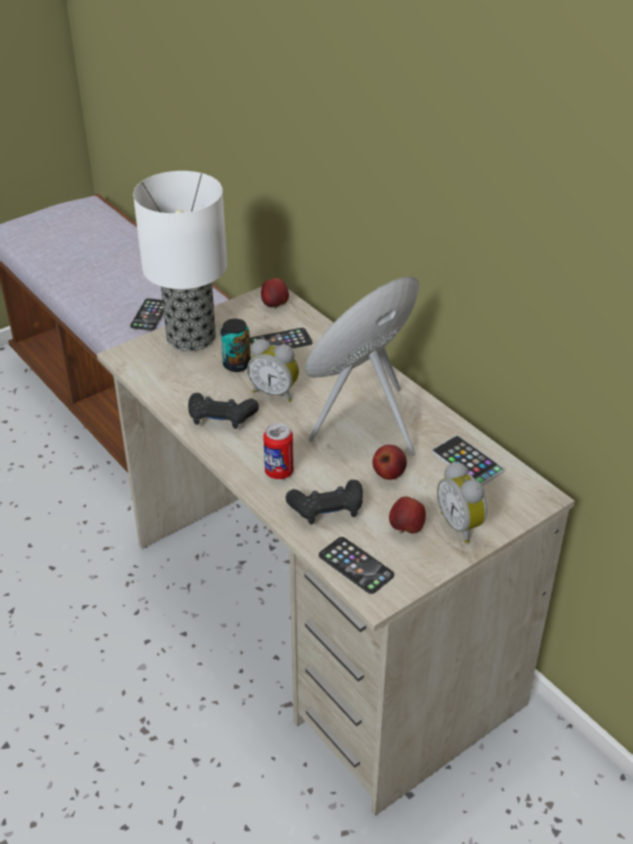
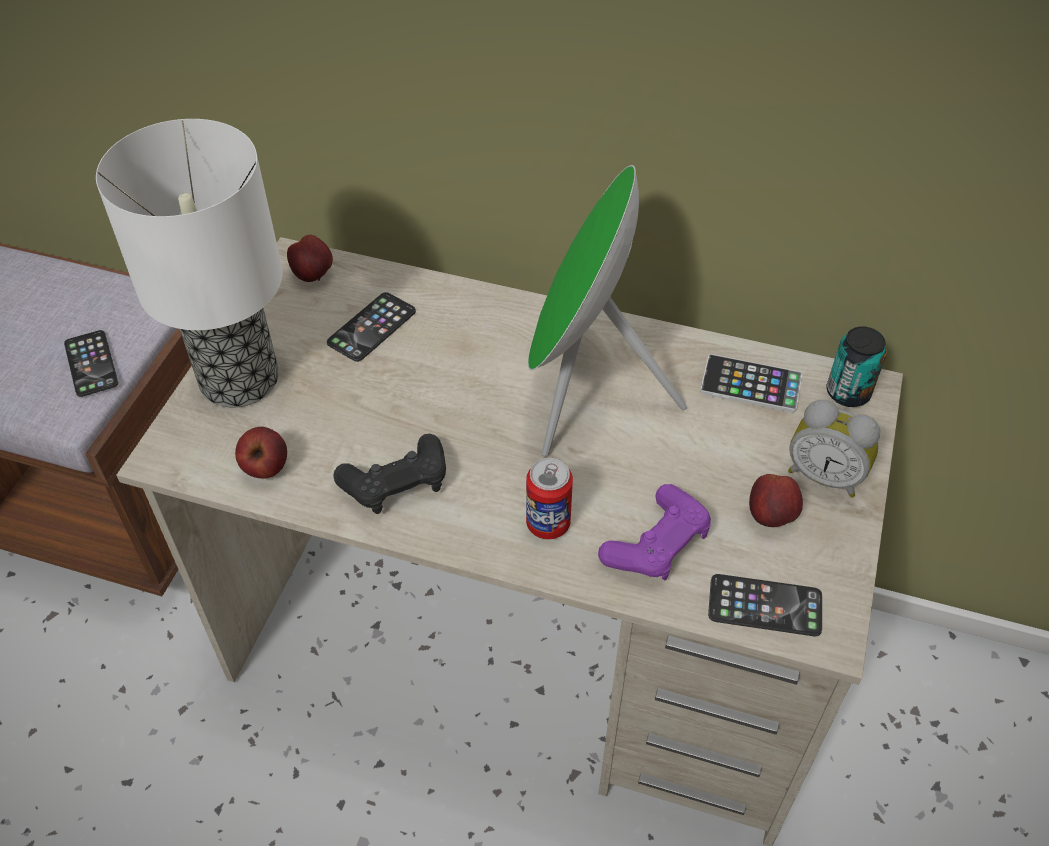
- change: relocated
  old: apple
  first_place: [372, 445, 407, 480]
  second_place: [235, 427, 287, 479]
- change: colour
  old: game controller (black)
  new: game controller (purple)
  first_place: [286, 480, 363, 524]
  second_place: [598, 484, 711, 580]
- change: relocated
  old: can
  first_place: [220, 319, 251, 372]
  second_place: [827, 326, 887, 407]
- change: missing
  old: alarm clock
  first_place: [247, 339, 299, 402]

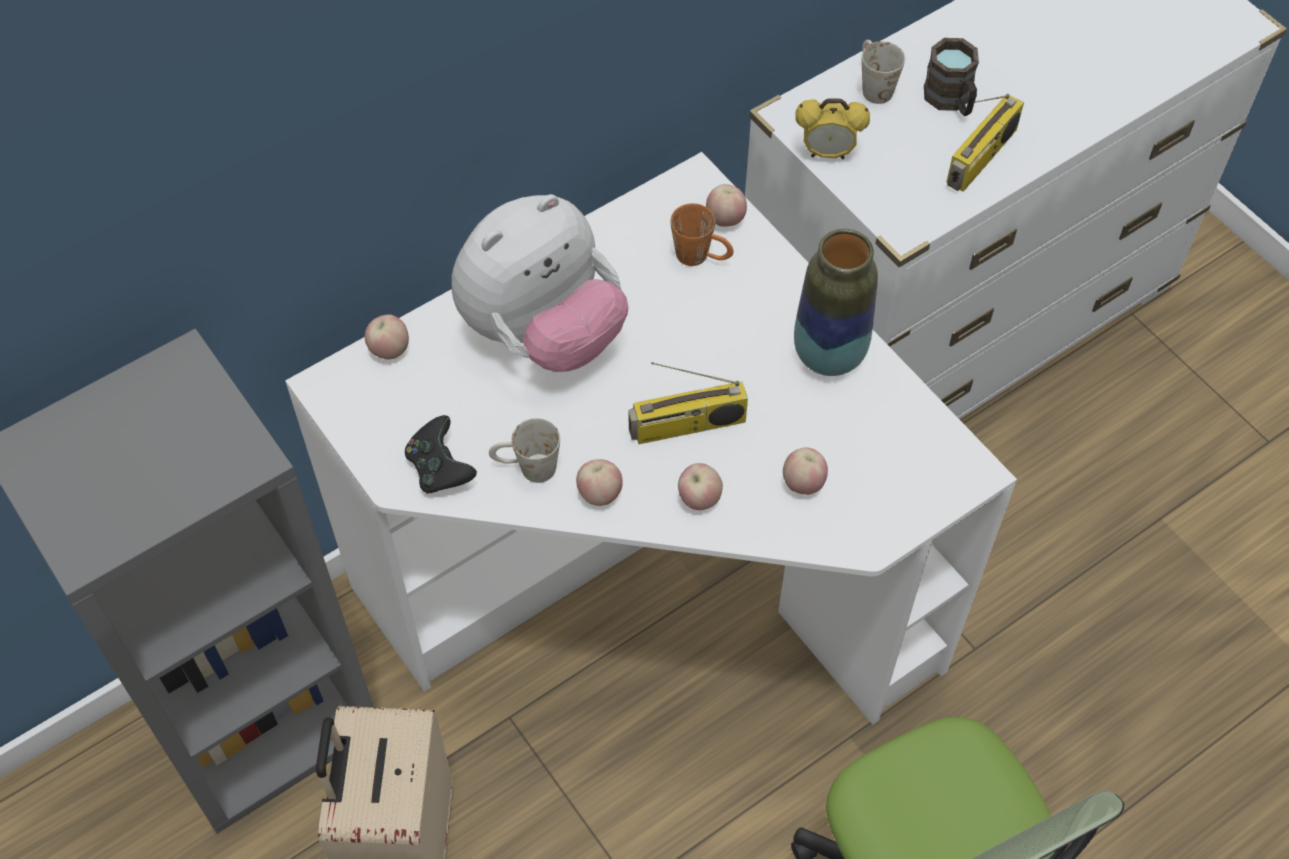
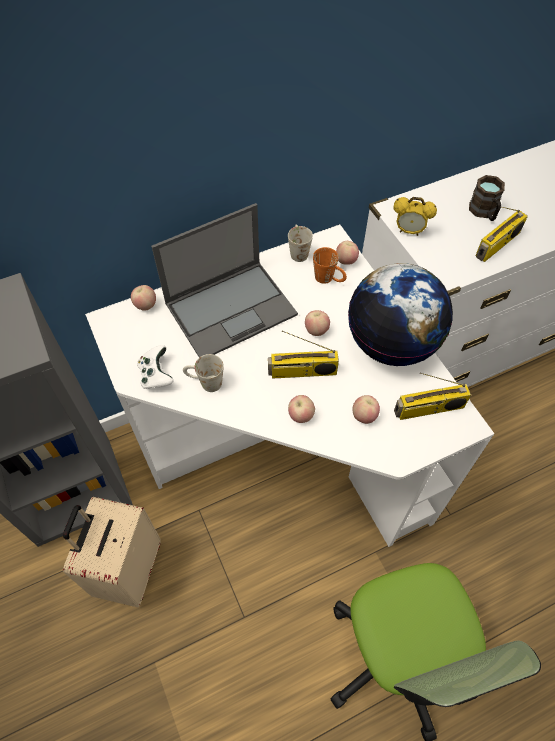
- change: colour
  old: game controller (black)
  new: game controller (white)
  first_place: [405, 415, 477, 494]
  second_place: [137, 345, 174, 389]
- change: exchanged
  old: plush toy
  new: laptop
  first_place: [452, 194, 628, 372]
  second_place: [151, 203, 298, 358]
- change: relocated
  old: mug (white)
  first_place: [862, 40, 905, 104]
  second_place: [288, 225, 313, 262]
- change: relocated
  old: apple
  first_place: [576, 459, 623, 506]
  second_place: [305, 310, 330, 336]
- change: exchanged
  old: vase
  new: globe
  first_place: [794, 229, 878, 376]
  second_place: [348, 263, 453, 366]
- change: appeared
  new: radio
  second_place: [394, 372, 471, 420]

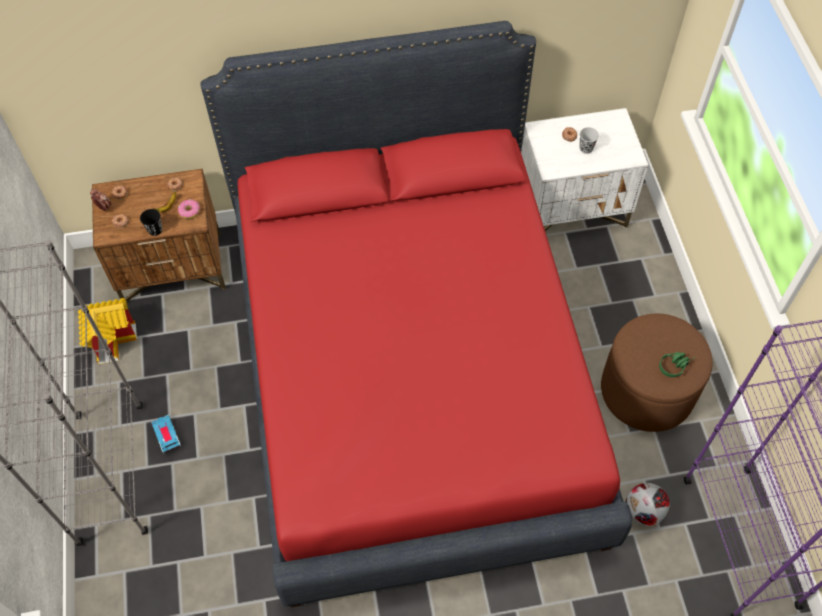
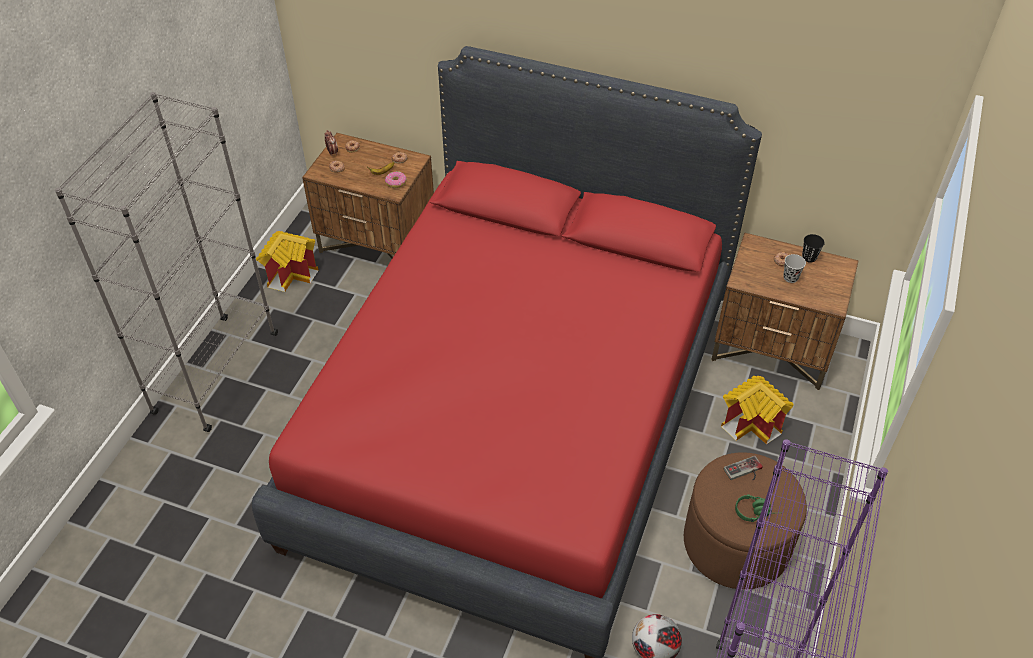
- change: colour
  old: nightstand (white)
  new: nightstand (brown)
  first_place: [521, 108, 648, 231]
  second_place: [711, 233, 859, 390]
- change: appeared
  new: toy house
  second_place: [721, 376, 793, 444]
- change: appeared
  new: game controller
  second_place: [724, 456, 763, 481]
- change: relocated
  old: cup (black)
  first_place: [140, 209, 162, 236]
  second_place: [802, 234, 825, 263]
- change: missing
  old: toy car
  first_place: [151, 414, 181, 454]

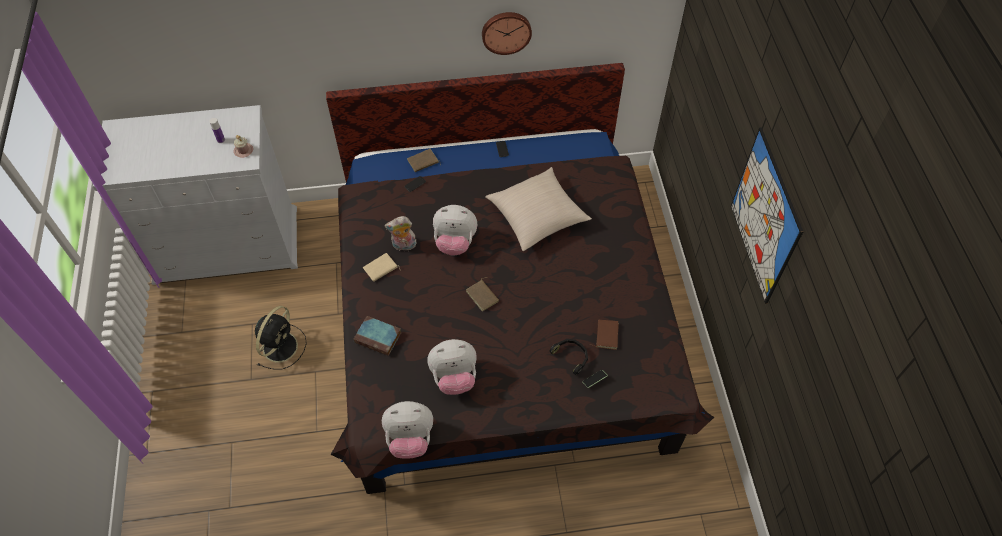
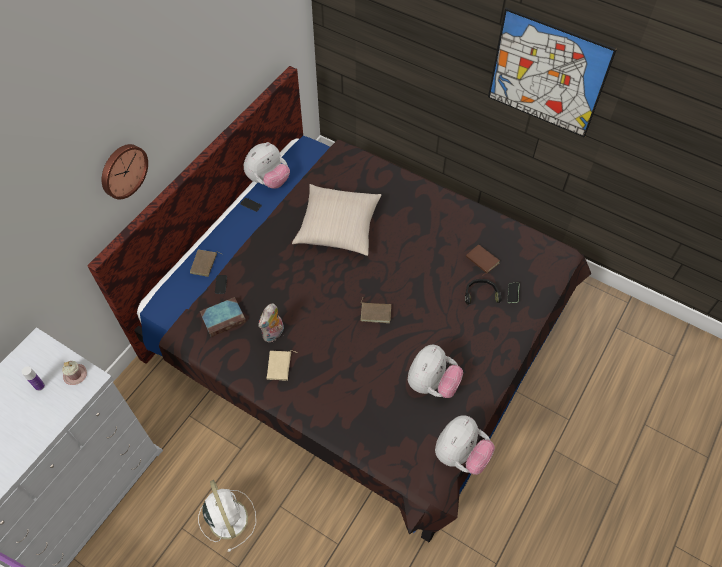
- change: relocated
  old: wall clock
  first_place: [482, 12, 532, 55]
  second_place: [102, 144, 148, 200]
- change: colour
  old: fan (black)
  new: fan (white)
  first_place: [255, 306, 307, 370]
  second_place: [198, 480, 256, 552]
- change: relocated
  old: book
  first_place: [353, 316, 401, 356]
  second_place: [200, 297, 246, 337]
- change: relocated
  old: plush toy
  first_place: [433, 205, 477, 256]
  second_place: [244, 142, 290, 189]

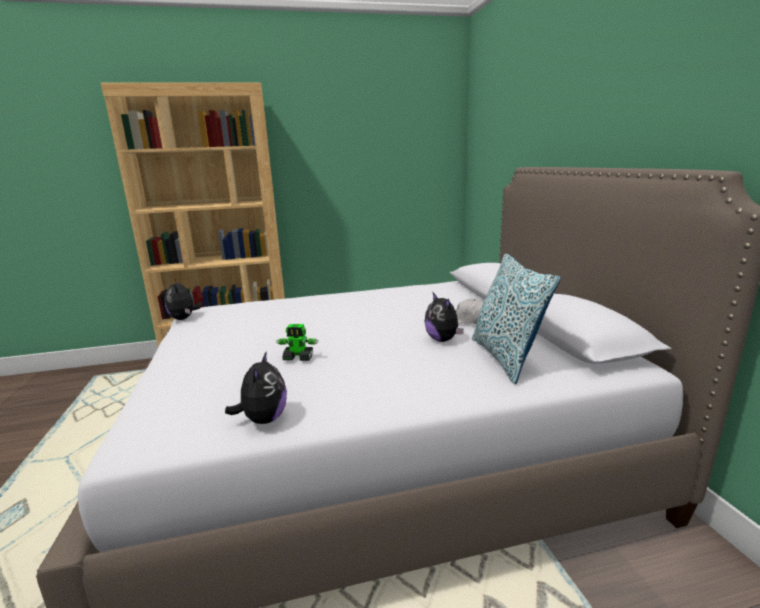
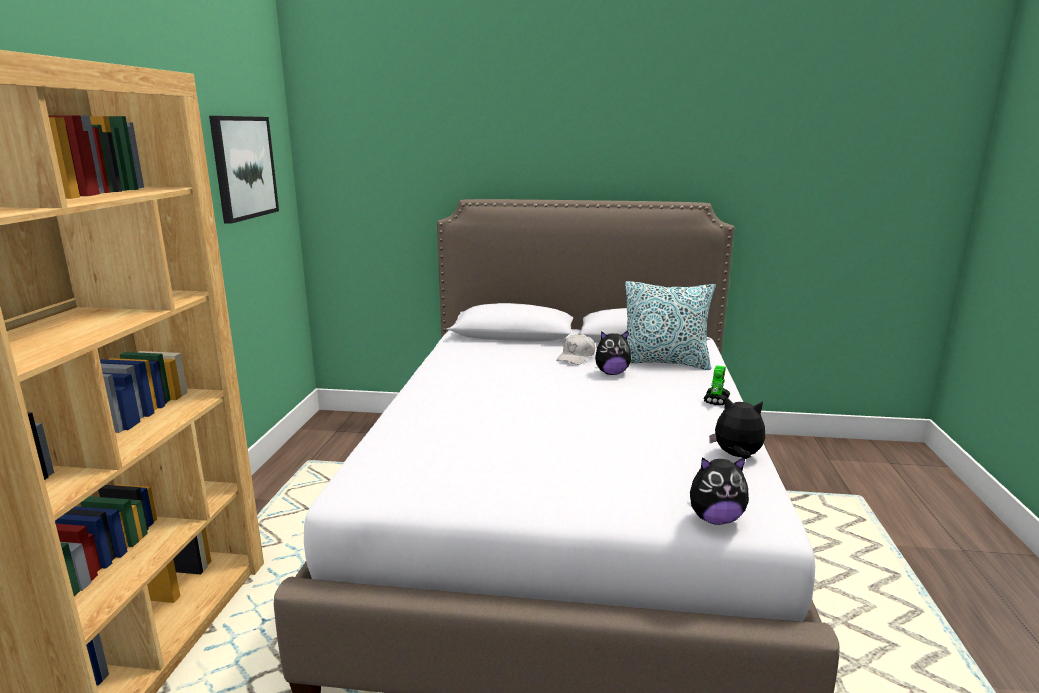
- change: appeared
  new: picture
  second_place: [209, 116, 279, 224]
- change: relocated
  old: plush toy
  first_place: [165, 280, 203, 320]
  second_place: [690, 457, 749, 525]
- change: relocated
  old: toy robot
  first_place: [276, 324, 319, 361]
  second_place: [704, 365, 730, 405]

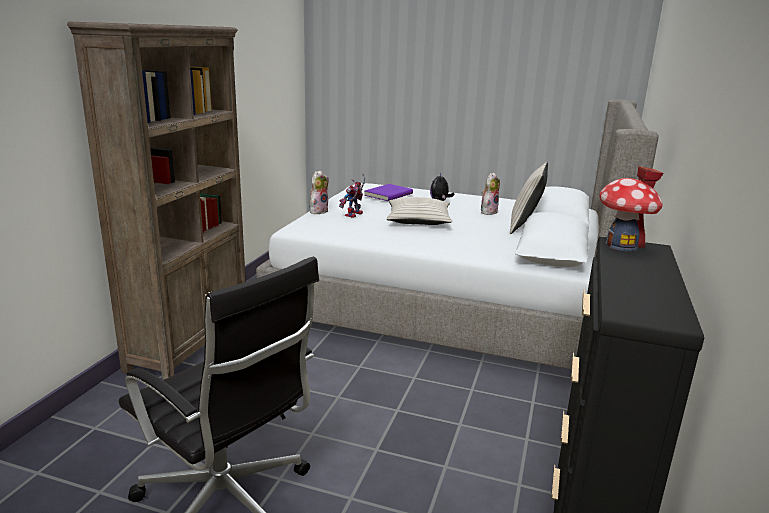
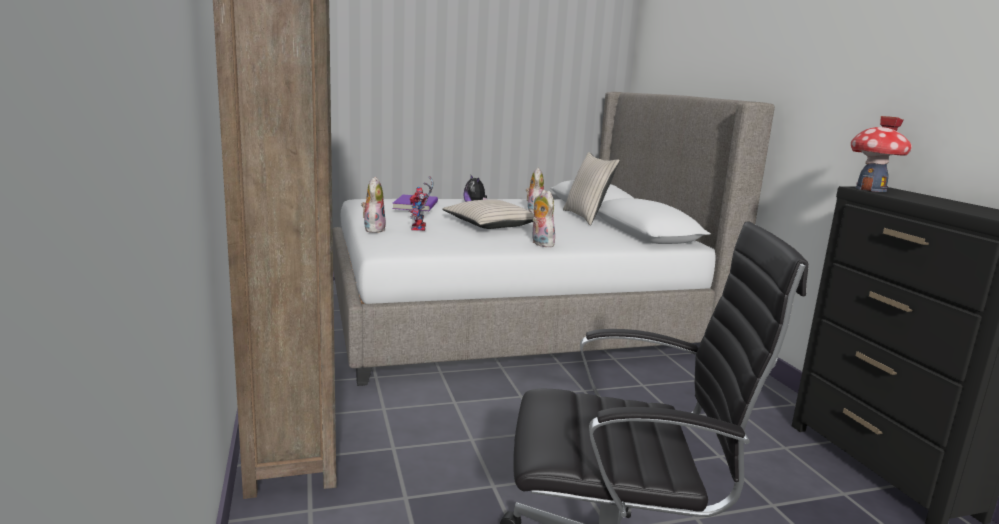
- change: appeared
  new: plush toy
  second_place: [532, 190, 555, 247]

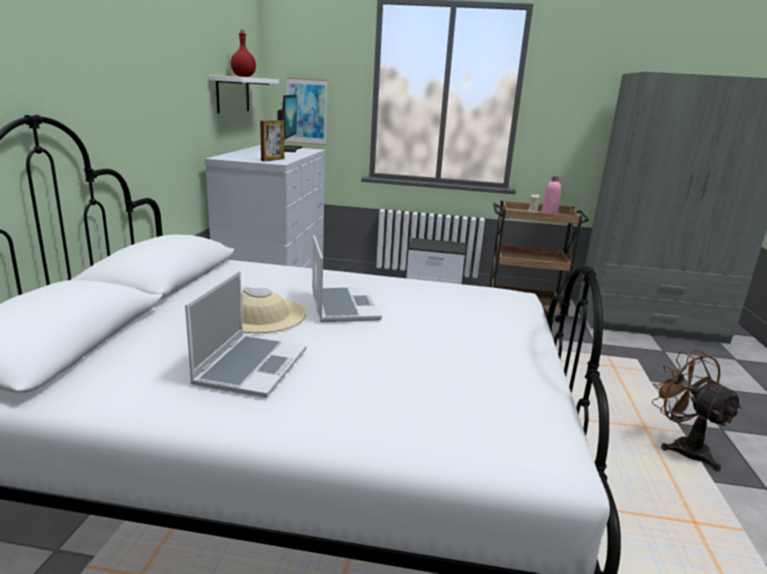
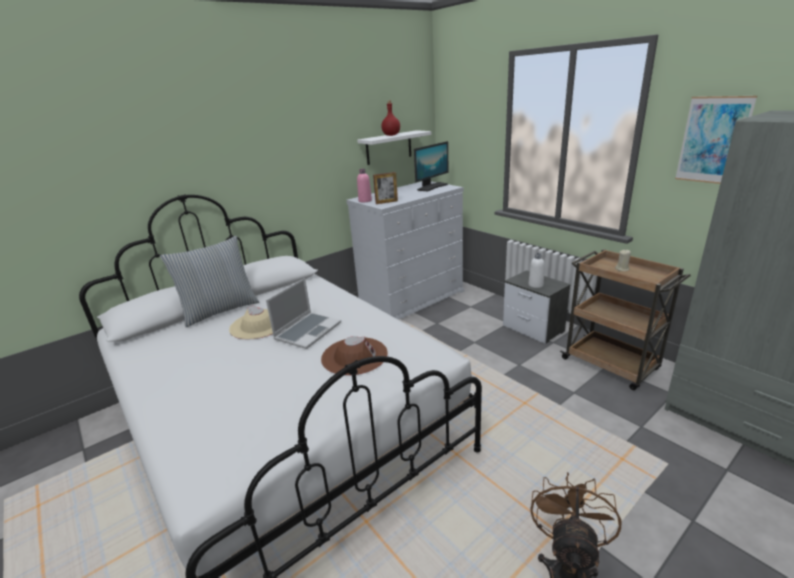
- change: appeared
  new: pillow
  second_place: [160, 236, 259, 327]
- change: appeared
  new: hat (brown)
  second_place: [321, 336, 388, 376]
- change: relocated
  old: bottle (pink)
  first_place: [542, 176, 561, 214]
  second_place: [357, 169, 372, 202]
- change: appeared
  new: bottle (white)
  second_place: [529, 253, 545, 288]
- change: relocated
  old: picture
  first_place: [286, 77, 327, 145]
  second_place: [675, 96, 757, 184]
- change: missing
  old: laptop
  first_place: [185, 271, 307, 398]

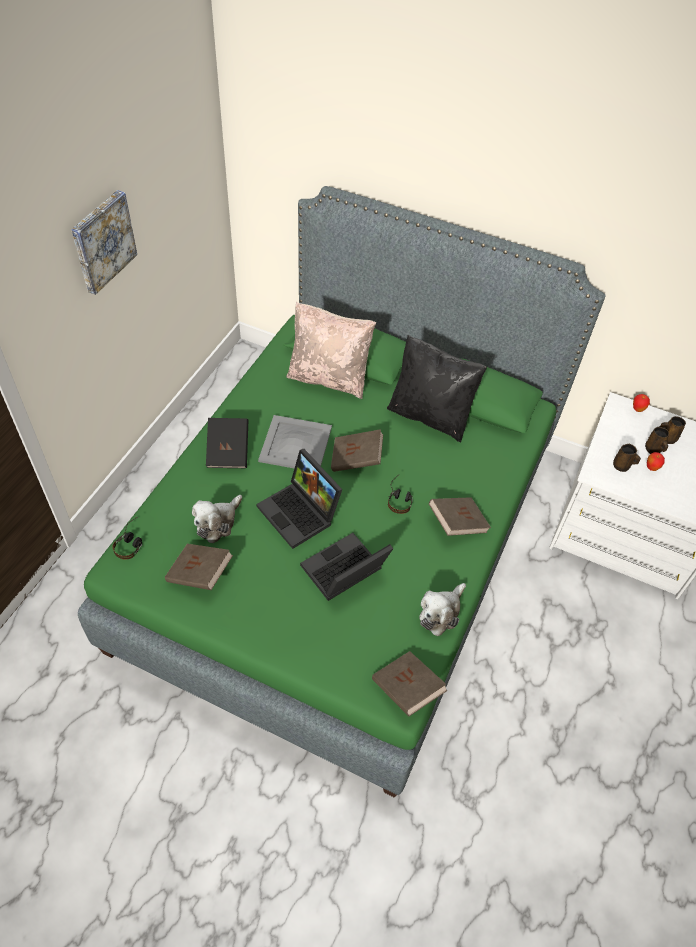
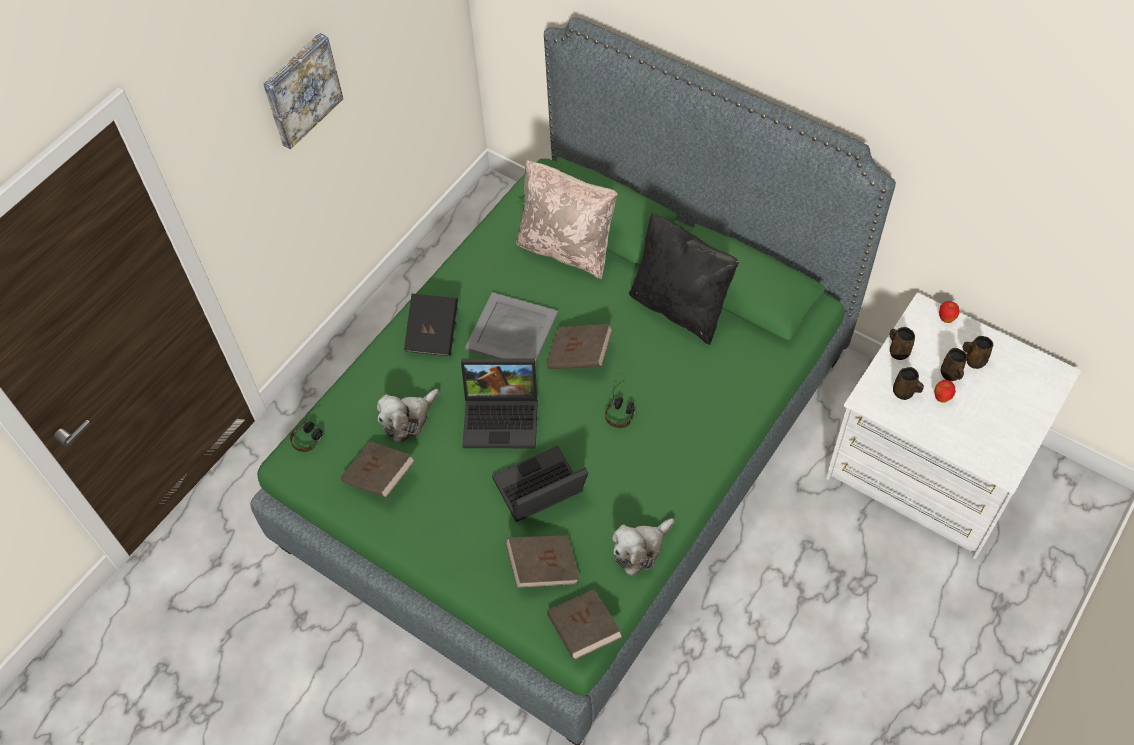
- change: spun
  old: laptop
  first_place: [257, 449, 342, 549]
  second_place: [461, 359, 538, 448]
  degrees: -60
- change: relocated
  old: book (brown)
  first_place: [429, 497, 491, 536]
  second_place: [506, 535, 580, 588]
- change: appeared
  new: mug (brown)
  second_place: [889, 327, 915, 360]

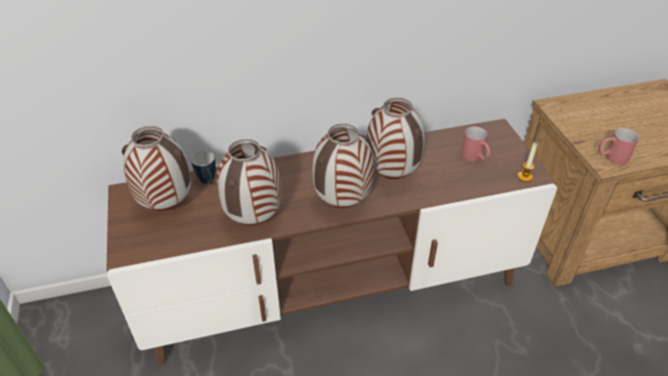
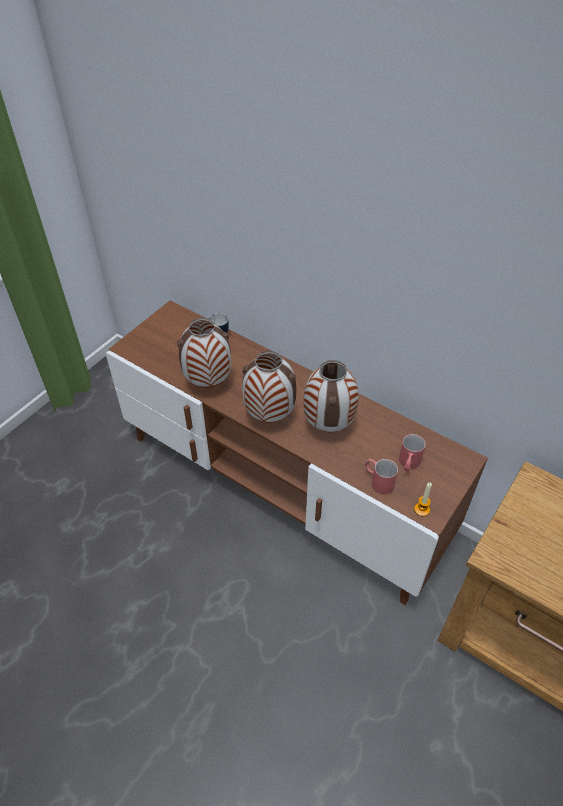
- change: relocated
  old: mug (red)
  first_place: [598, 128, 639, 165]
  second_place: [365, 459, 398, 495]
- change: missing
  old: vase
  first_place: [122, 126, 191, 211]

